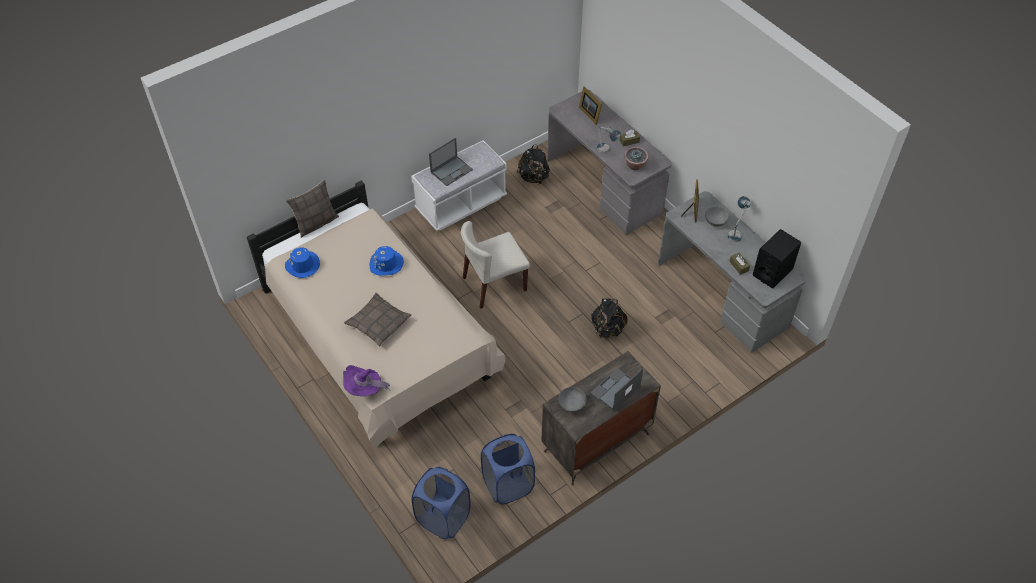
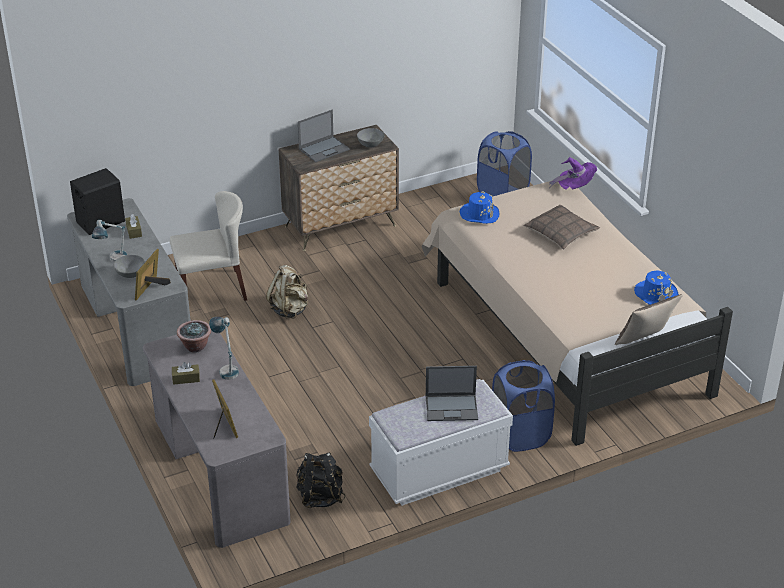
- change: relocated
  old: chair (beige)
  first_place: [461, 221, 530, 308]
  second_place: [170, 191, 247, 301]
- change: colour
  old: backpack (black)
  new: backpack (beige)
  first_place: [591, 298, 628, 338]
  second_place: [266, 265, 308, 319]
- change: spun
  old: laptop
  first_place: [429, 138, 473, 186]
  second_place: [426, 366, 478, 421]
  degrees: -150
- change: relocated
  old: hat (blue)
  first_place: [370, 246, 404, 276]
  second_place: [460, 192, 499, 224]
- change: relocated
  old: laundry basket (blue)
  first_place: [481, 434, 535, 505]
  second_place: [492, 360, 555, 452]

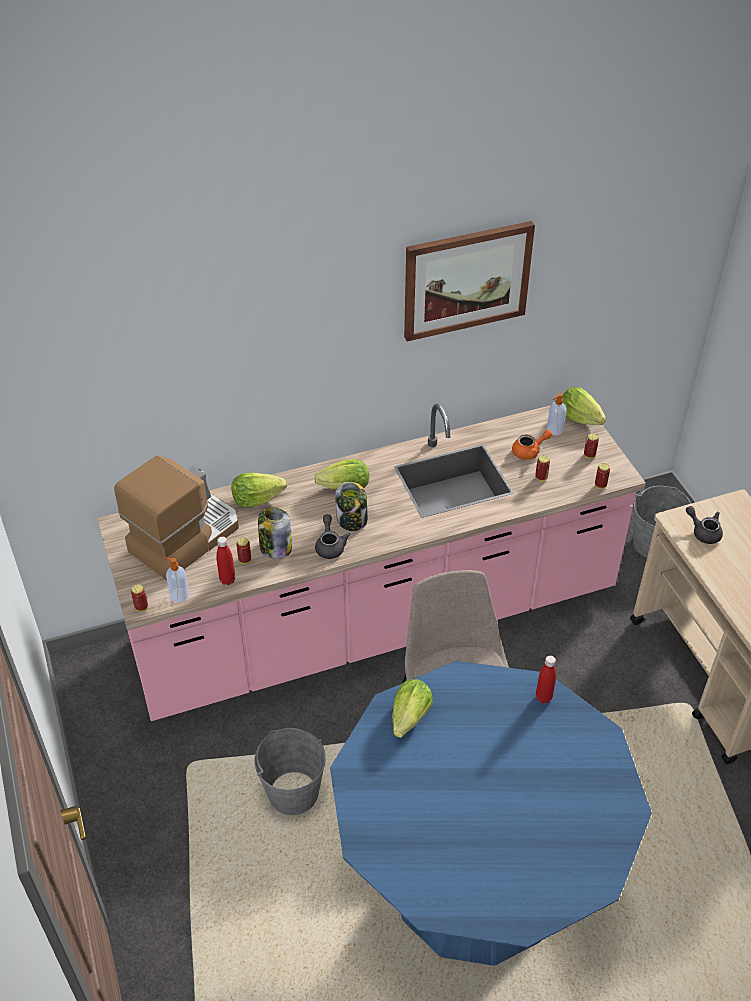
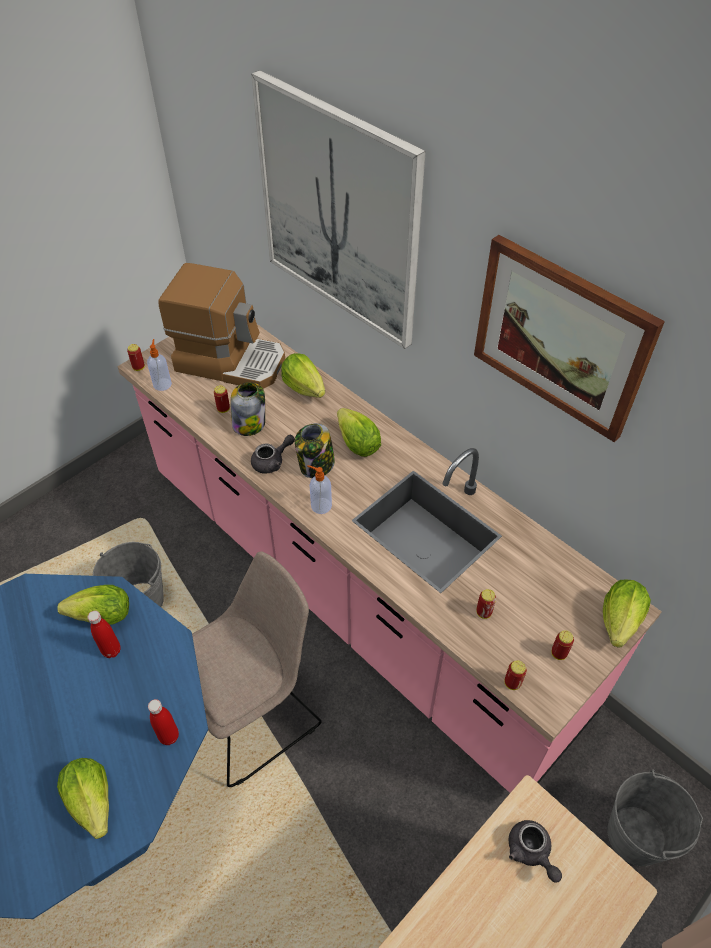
- change: appeared
  new: lettuce
  second_place: [57, 758, 109, 839]
- change: relocated
  old: bottle (red)
  first_place: [216, 537, 235, 585]
  second_place: [88, 611, 120, 658]
- change: appeared
  new: picture
  second_place: [251, 70, 426, 349]
- change: relocated
  old: soap dispenser
  first_place: [547, 393, 567, 436]
  second_place: [307, 465, 332, 514]
- change: spun
  old: teapot (grey)
  first_place: [686, 506, 723, 544]
  second_place: [509, 820, 562, 883]
  degrees: 135
- change: missing
  old: teapot (orange)
  first_place: [512, 430, 553, 460]

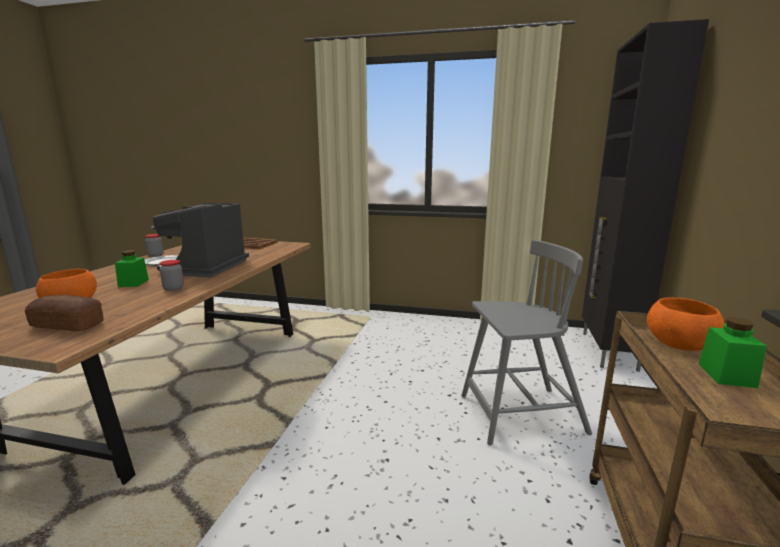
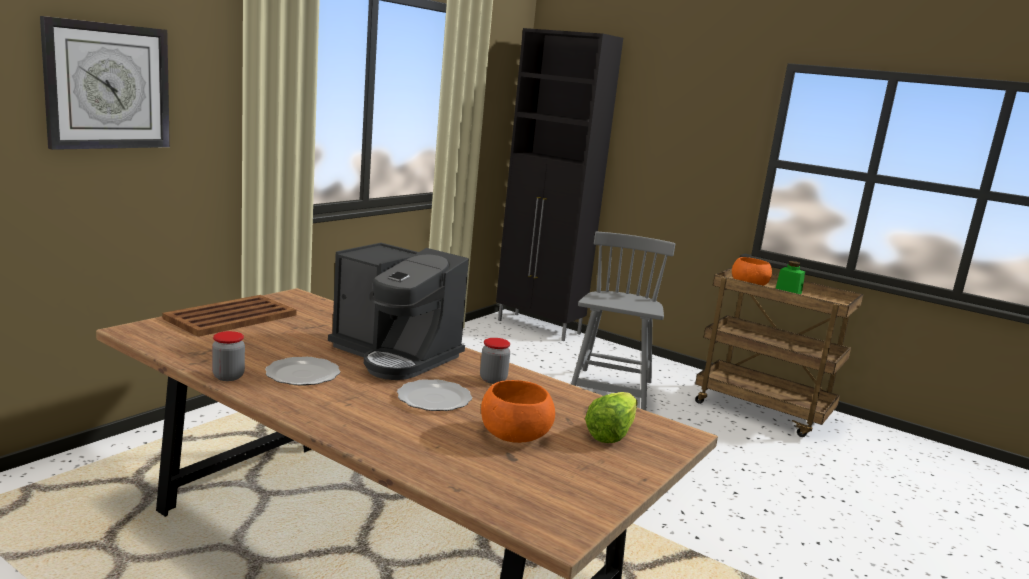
- change: appeared
  new: wall clock
  second_place: [40, 16, 170, 150]
- change: exchanged
  old: jar (green)
  new: plate
  first_place: [115, 250, 149, 287]
  second_place: [397, 379, 472, 411]
- change: exchanged
  old: bread
  new: lettuce
  first_place: [25, 295, 104, 331]
  second_place: [585, 392, 638, 443]

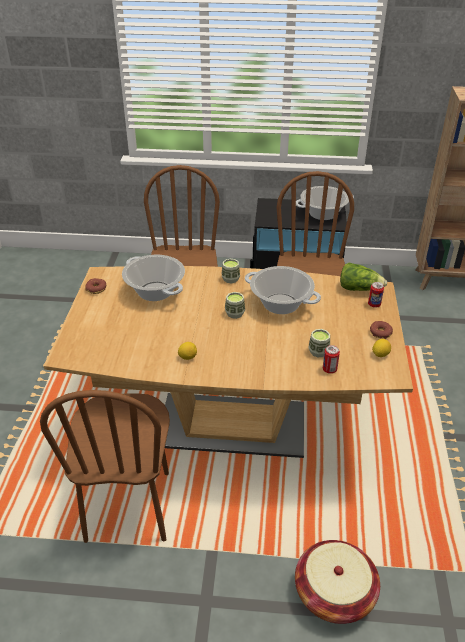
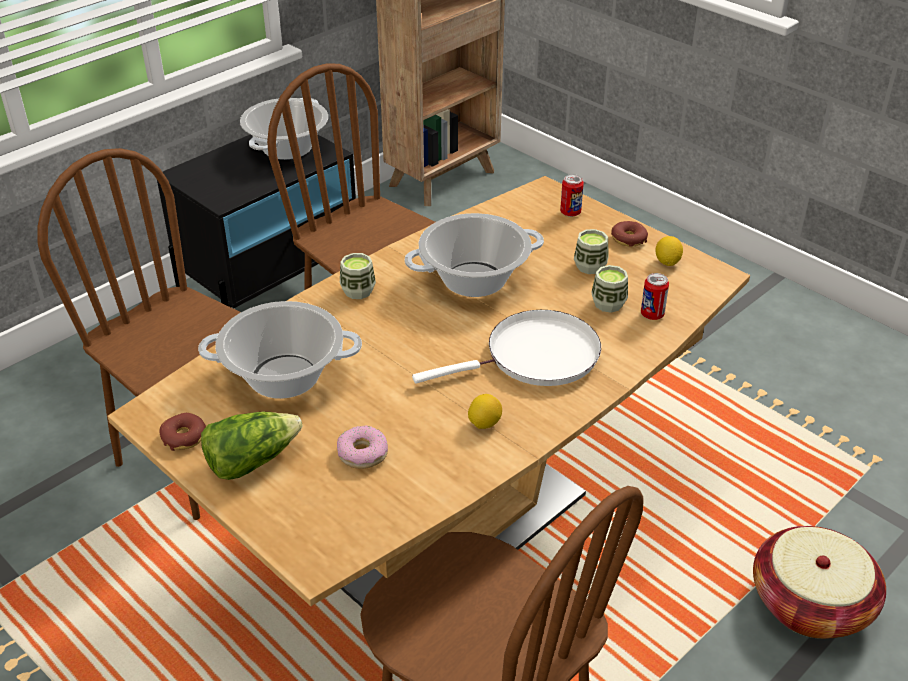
- change: relocated
  old: lettuce
  first_place: [340, 263, 387, 291]
  second_place: [201, 412, 302, 480]
- change: appeared
  new: donut
  second_place: [337, 425, 388, 469]
- change: appeared
  new: frying pan (white)
  second_place: [412, 310, 601, 386]
- change: relocated
  old: cup
  first_place: [225, 292, 245, 319]
  second_place: [574, 229, 609, 274]

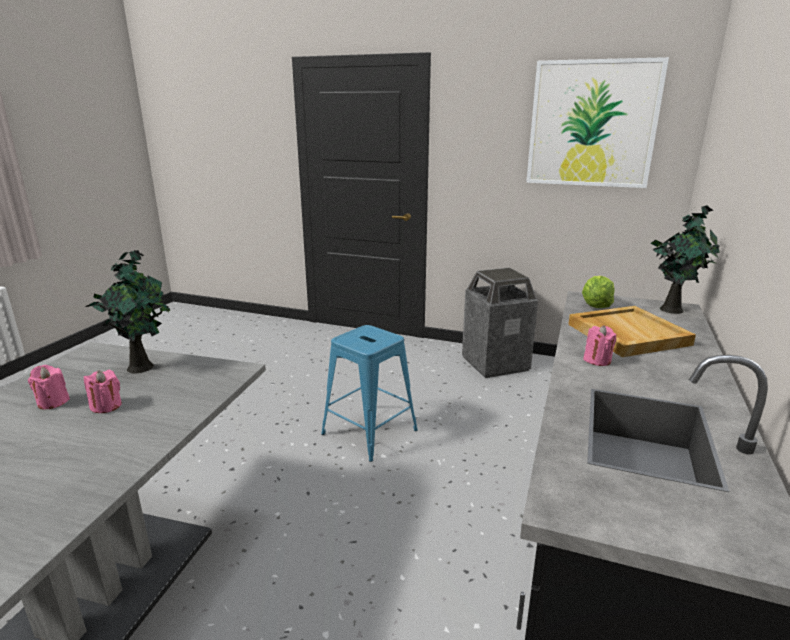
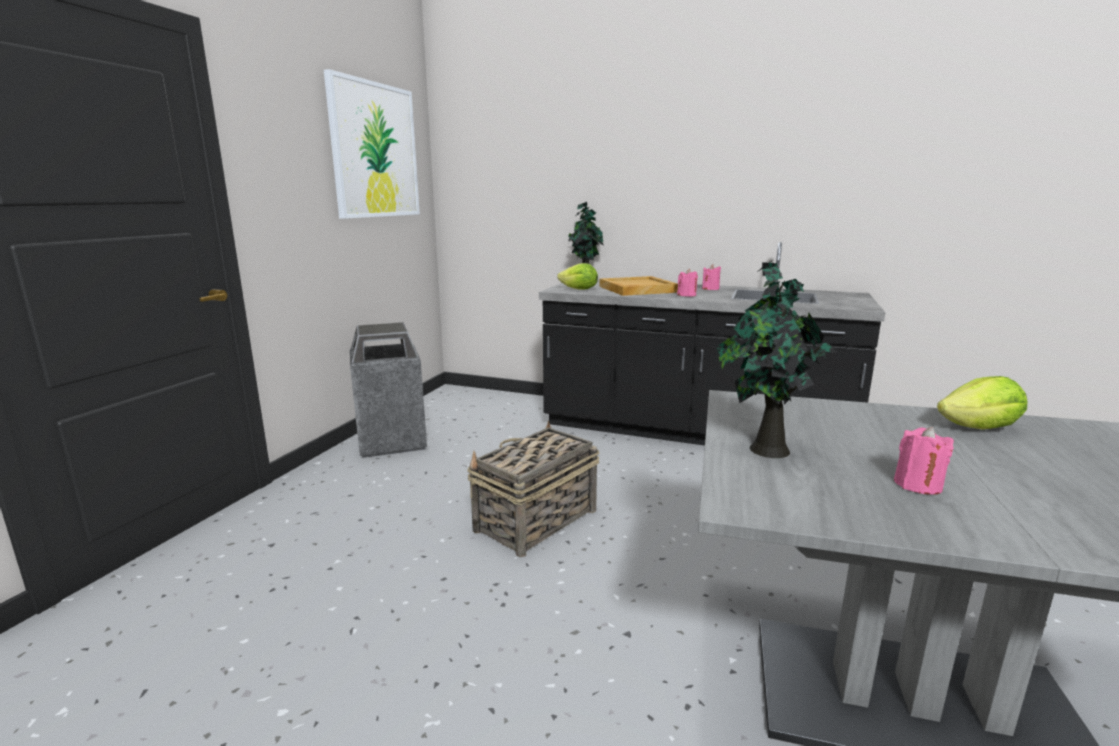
- change: exchanged
  old: stool (blue)
  new: basket
  first_place: [321, 325, 418, 462]
  second_place: [467, 420, 599, 557]
- change: relocated
  old: candle (pink)
  first_place: [84, 370, 122, 413]
  second_place: [702, 264, 721, 290]
- change: appeared
  new: lettuce
  second_place: [937, 376, 1028, 429]

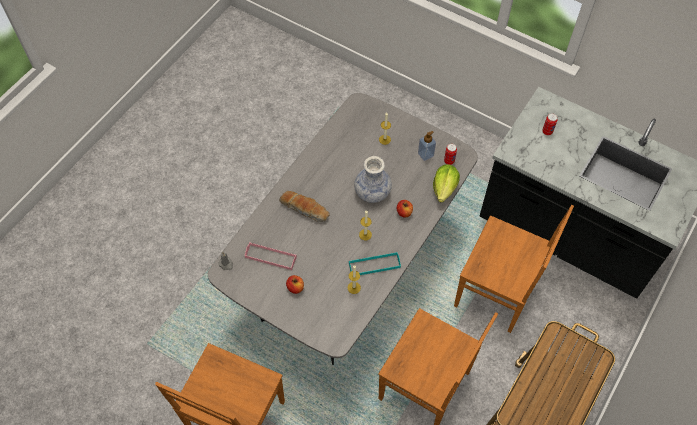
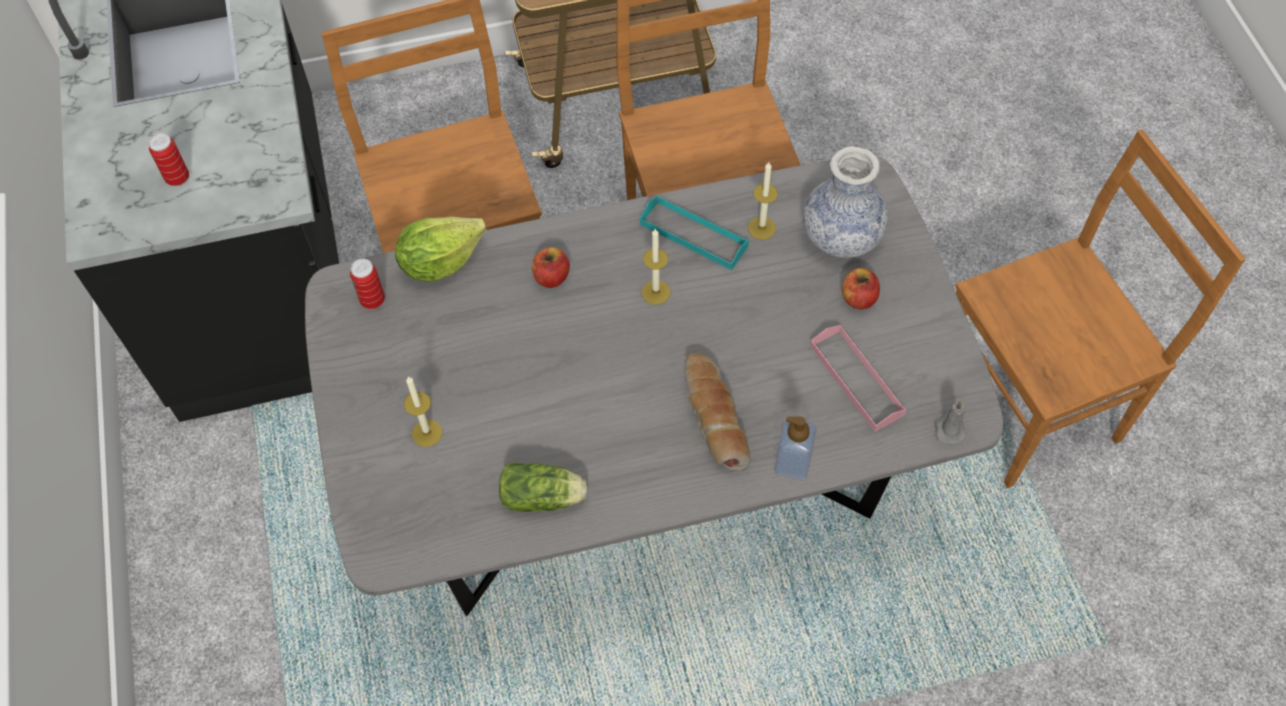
- change: appeared
  new: lettuce
  second_place: [499, 462, 588, 512]
- change: relocated
  old: soap dispenser
  first_place: [418, 131, 436, 161]
  second_place: [775, 416, 817, 480]
- change: relocated
  old: vase
  first_place: [354, 156, 392, 203]
  second_place: [803, 146, 889, 258]

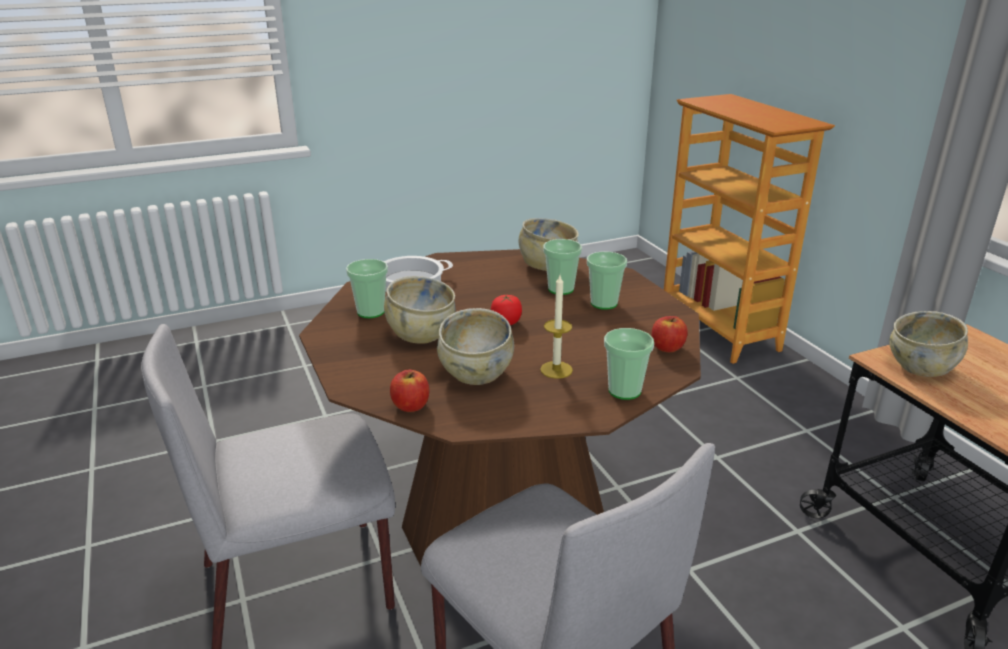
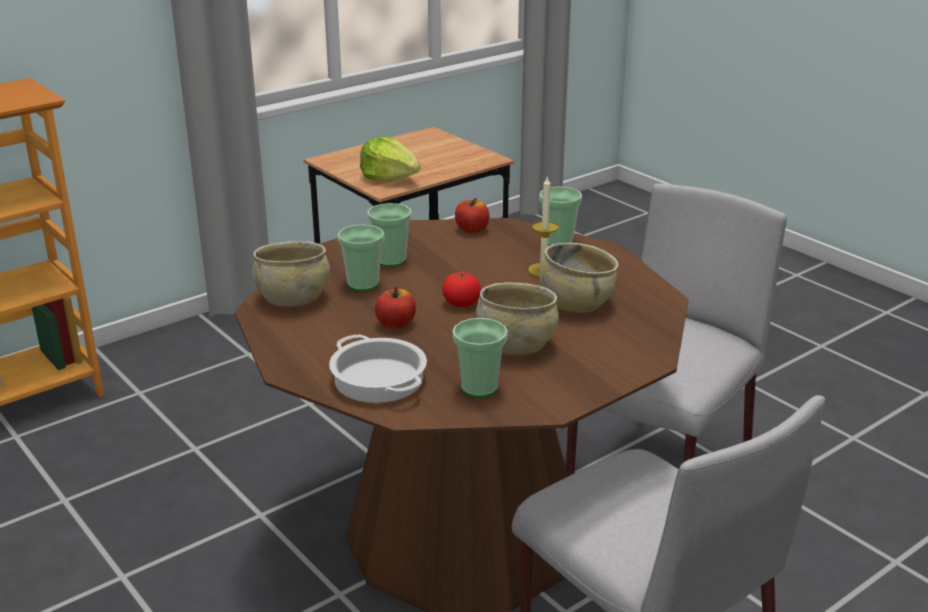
- change: exchanged
  old: bowl (beige)
  new: lettuce
  first_place: [889, 311, 968, 377]
  second_place: [360, 136, 421, 181]
- change: relocated
  old: apple
  first_place: [390, 370, 429, 412]
  second_place: [375, 287, 416, 329]

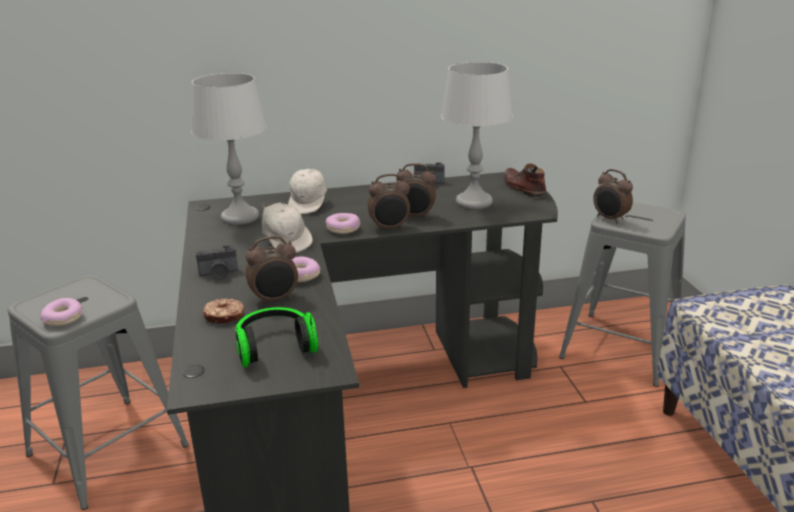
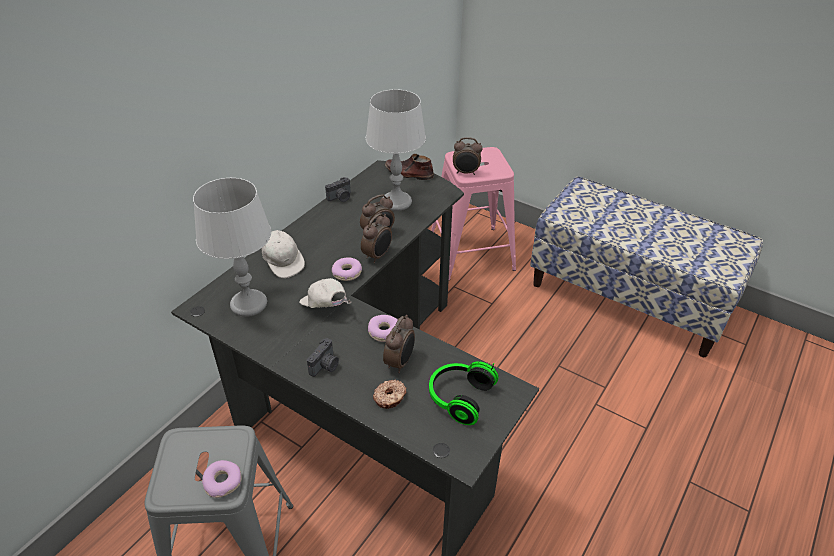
- change: spun
  old: cap (white)
  first_place: [262, 203, 313, 253]
  second_place: [299, 278, 351, 308]
  degrees: -150
- change: colour
  old: stool (grey)
  new: stool (pink)
  first_place: [559, 202, 686, 387]
  second_place: [431, 147, 516, 281]

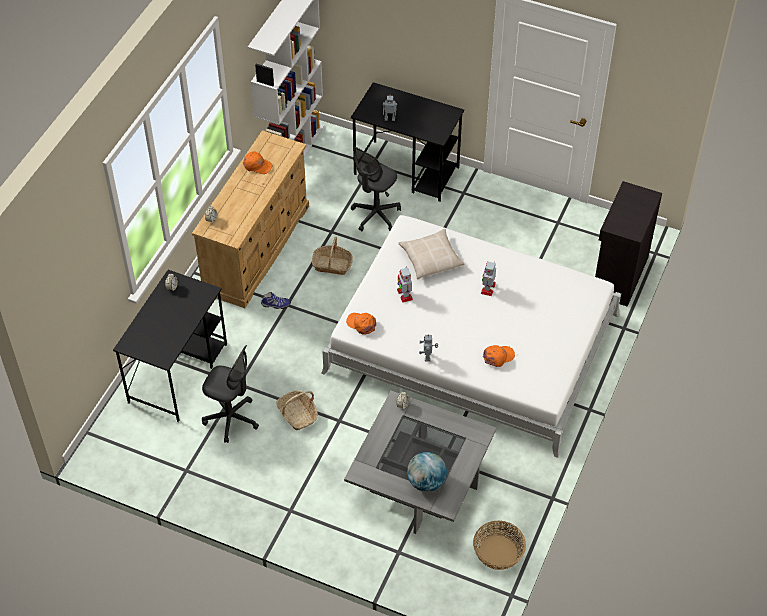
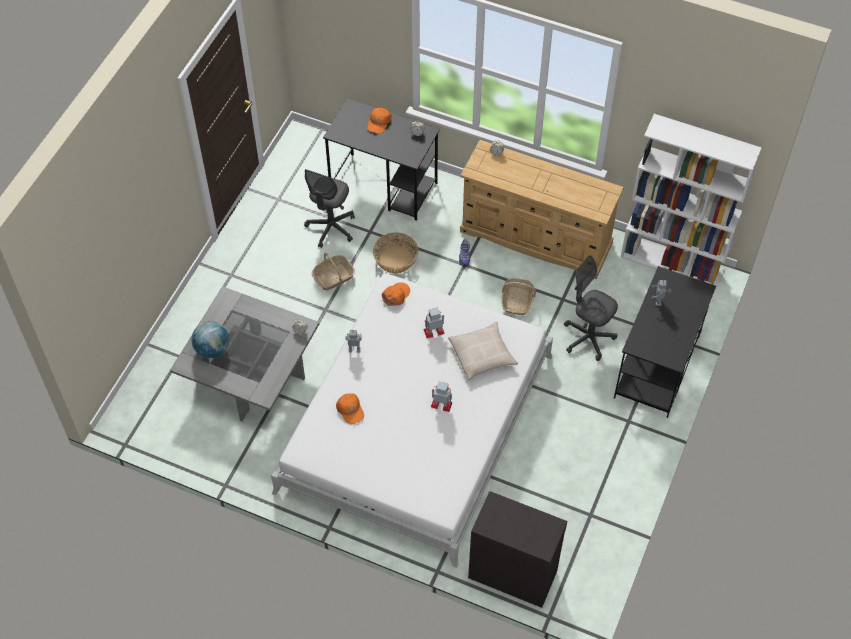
- change: relocated
  old: cap (orange)
  first_place: [243, 151, 273, 174]
  second_place: [367, 108, 392, 134]
- change: relocated
  old: basket
  first_place: [473, 520, 526, 570]
  second_place: [373, 233, 418, 274]

